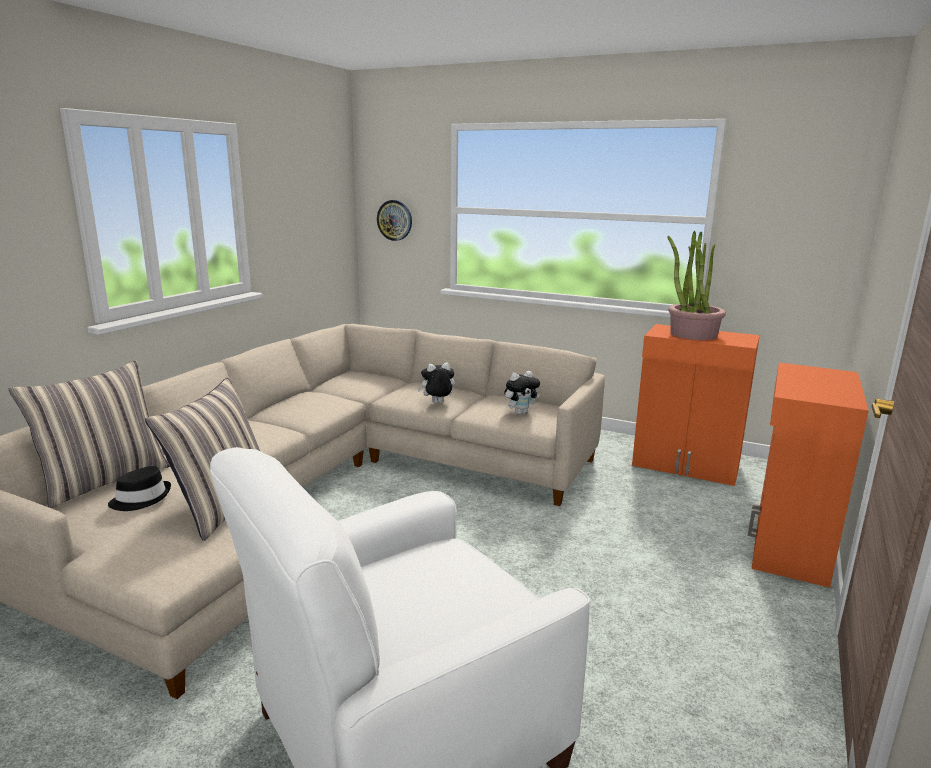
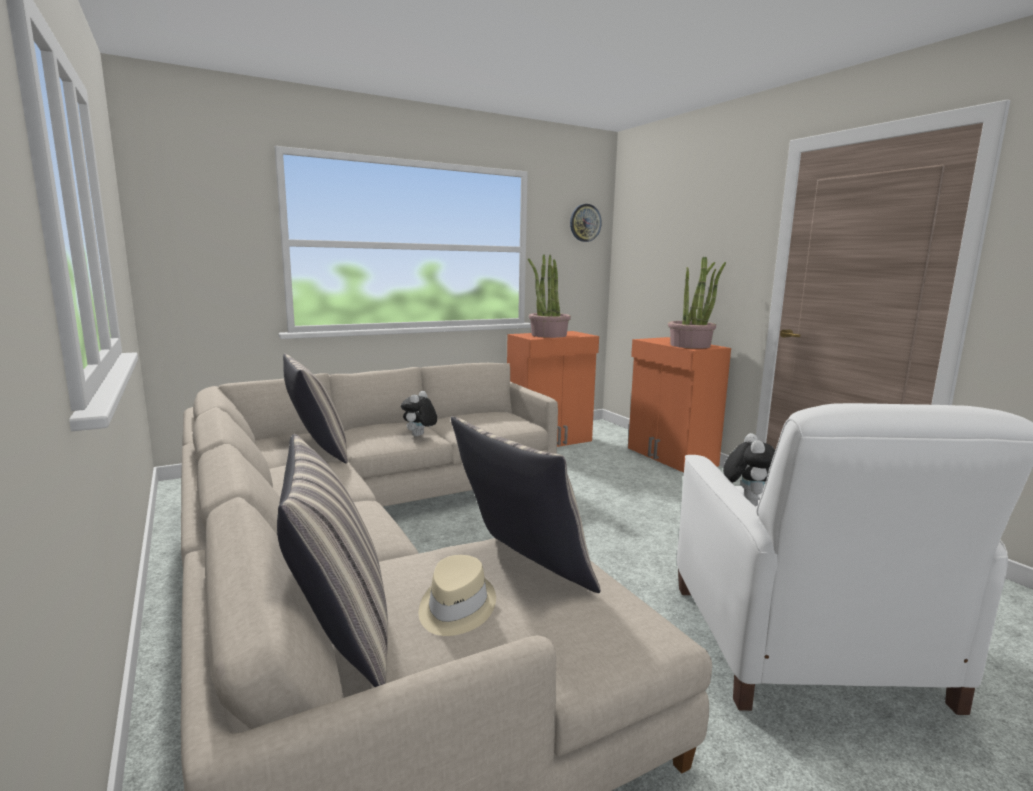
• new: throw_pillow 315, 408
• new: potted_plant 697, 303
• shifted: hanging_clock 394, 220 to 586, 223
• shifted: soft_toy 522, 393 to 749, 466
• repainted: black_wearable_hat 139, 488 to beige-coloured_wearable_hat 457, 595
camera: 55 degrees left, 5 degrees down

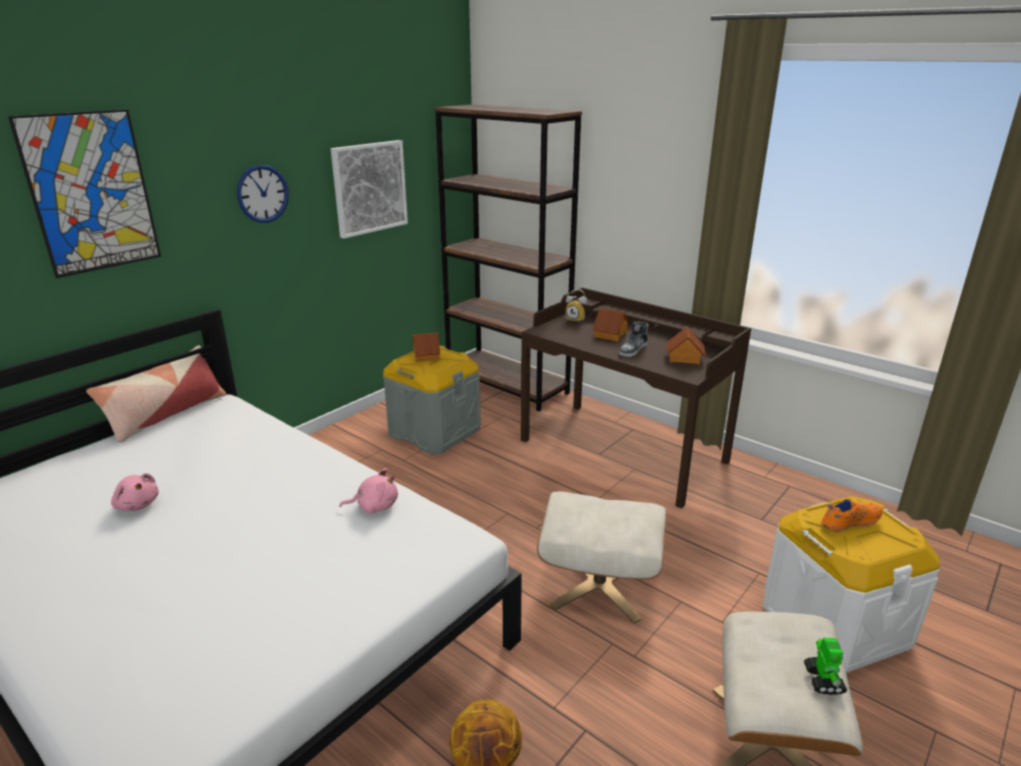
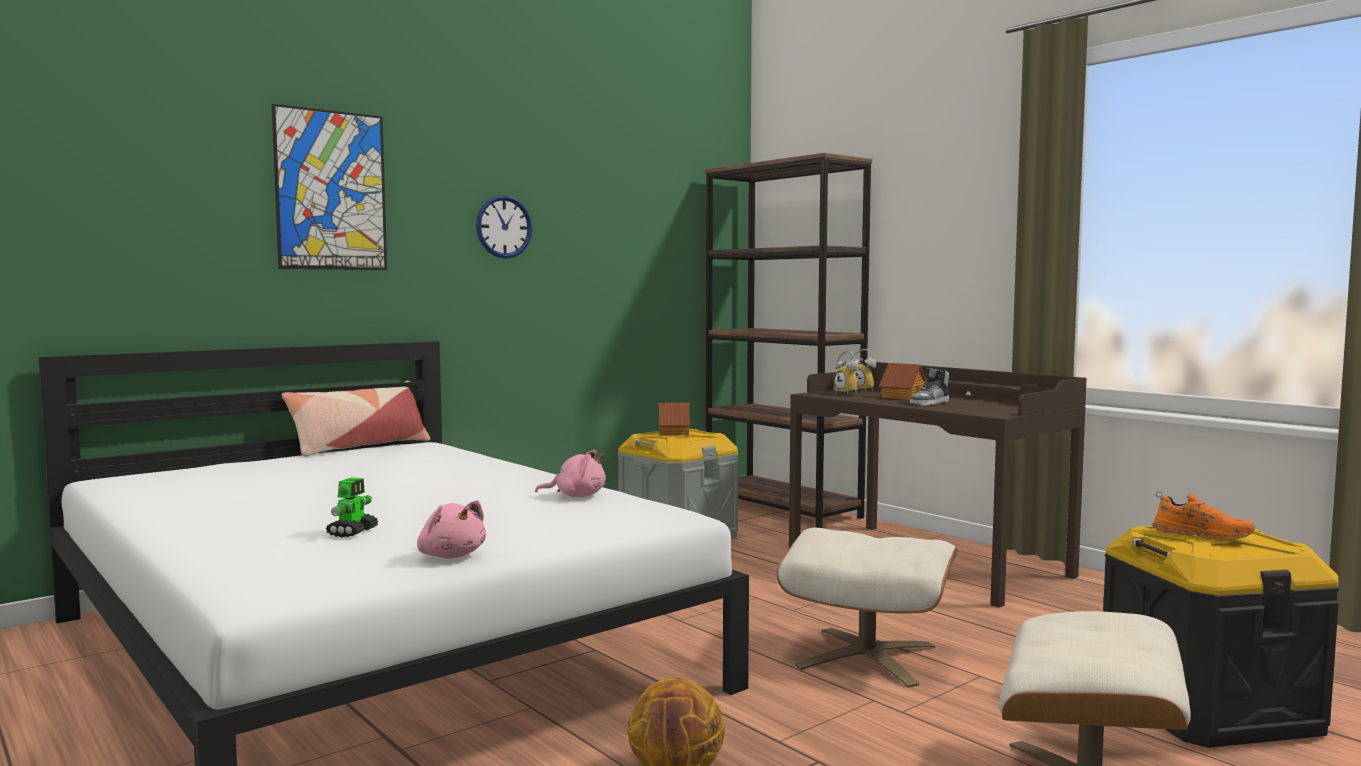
• gone: wall_art 369, 189
• gone: toy_house 686, 345
• new: bedside_clock 846, 373
• shifted: pinkish_soft_toy 135, 492 to 451, 529
• shifted: toy_robot 825, 666 to 352, 507
• repainted: whitish_storage_bin 851, 584 to black_storage_bin 1221, 637
• rotated: orange-coloured_item_of_footwear 851, 515 = 1203, 516 45 degrees clockwise
camera: 10 degrees right, 20 degrees down

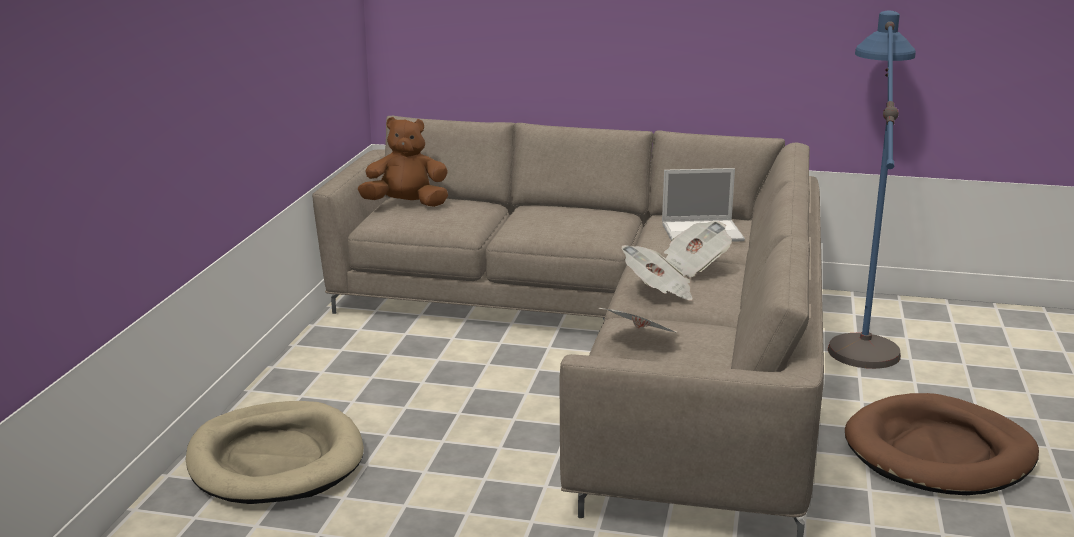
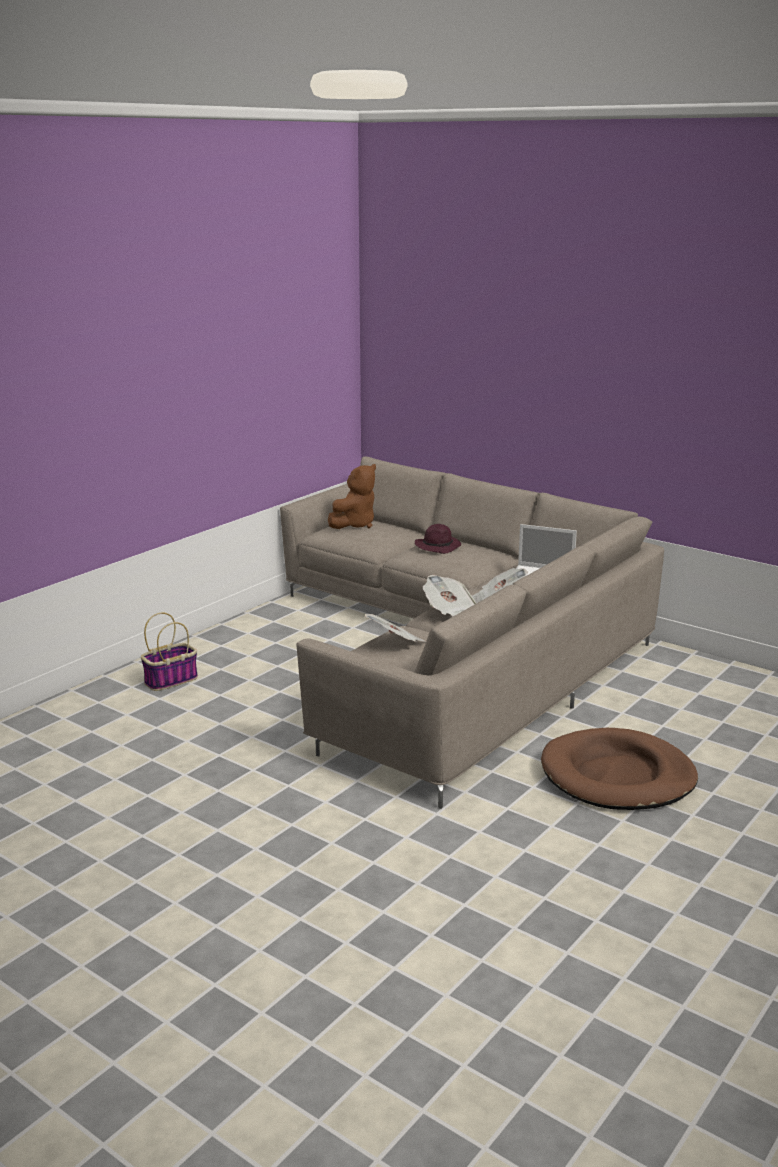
• gone: blue_floor_lamp 872, 190
• new: purplish_wearable_hat 438, 539
• swapped: beige-coloured_dog_bed 275, 452 to storage_basket 169, 651
• rotated: brown-coloured_soft_toy 403, 162 = 352, 496 105 degrees clockwise
camera: 25 degrees right, 0 degrees up

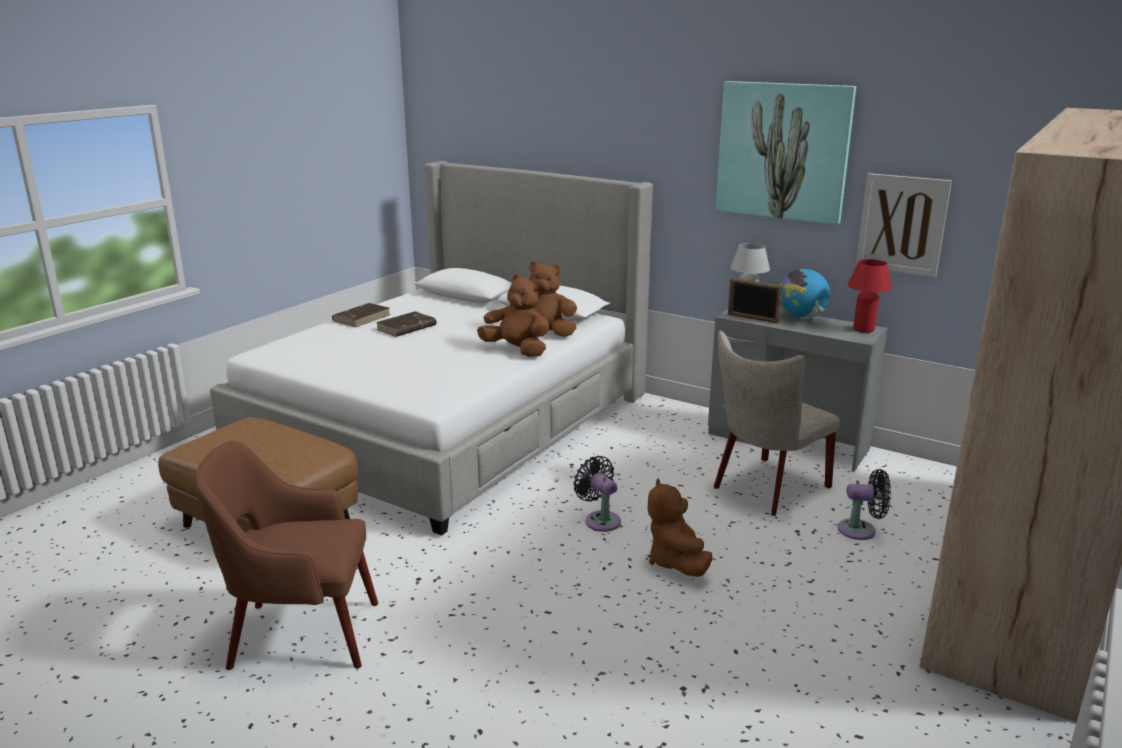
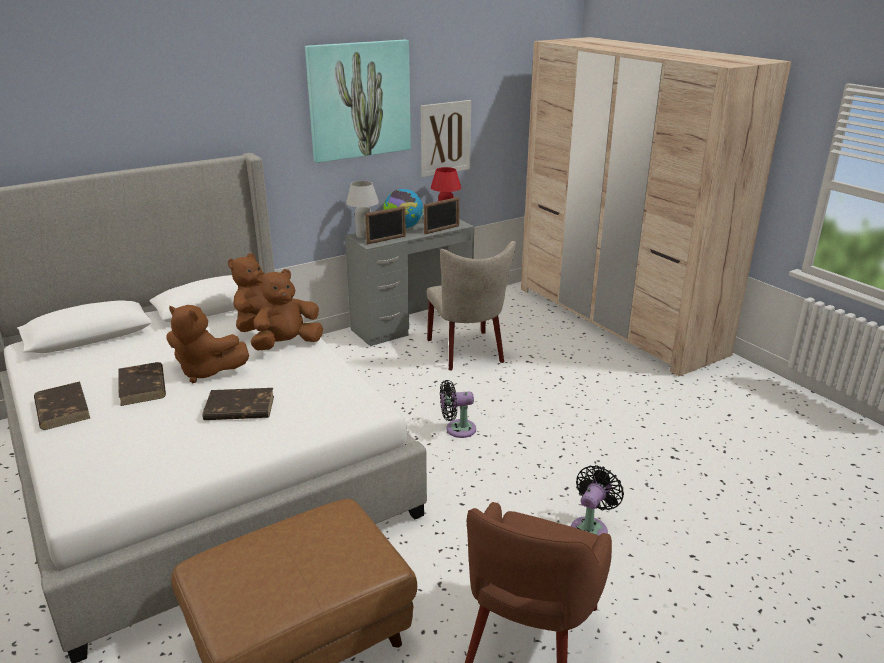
• new: brown-coloured_volume 238, 404
• new: standing_frame 441, 215
• shifted: brown-coloured_soft_toy 680, 527 to 207, 344
• shifted: black_electric_fan 864, 504 to 597, 500
camera: 65 degrees left, 5 degrees up

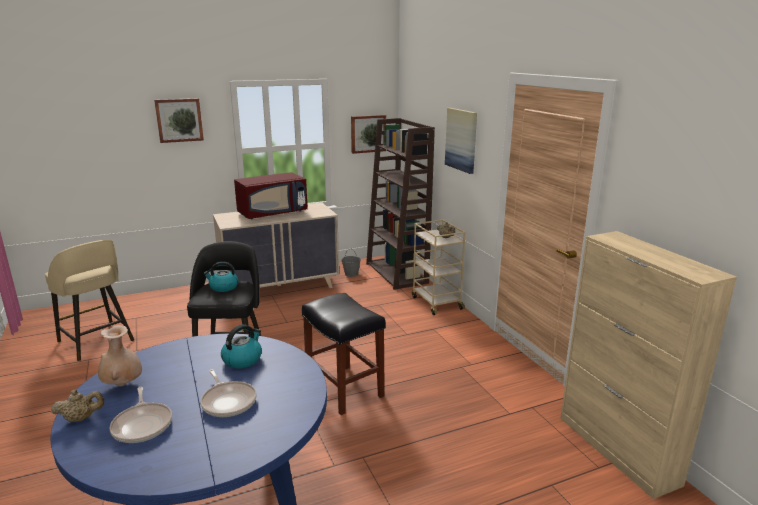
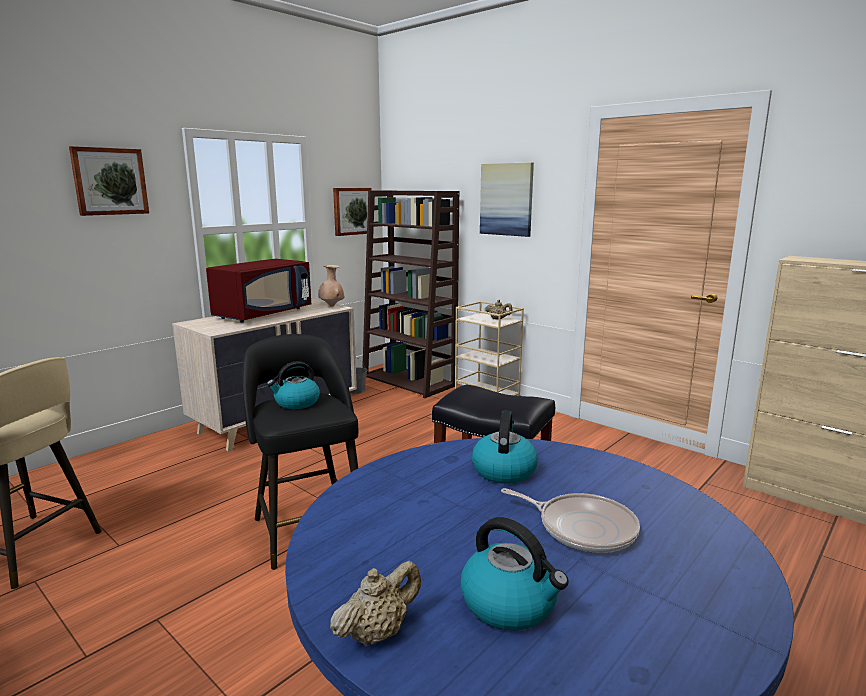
• shifted: beige-coloured_flower_vase 120, 355 to 331, 285
• swapped: pan 141, 415 to kettle 514, 574
camera: 25 degrees left, 5 degrees down

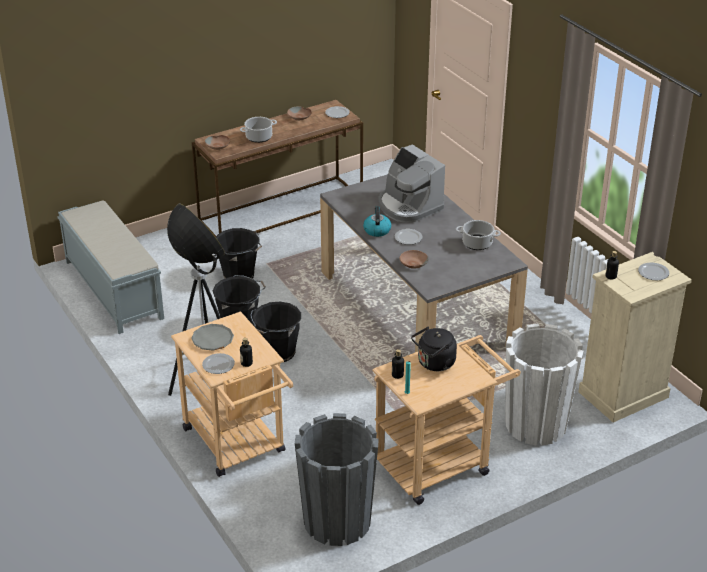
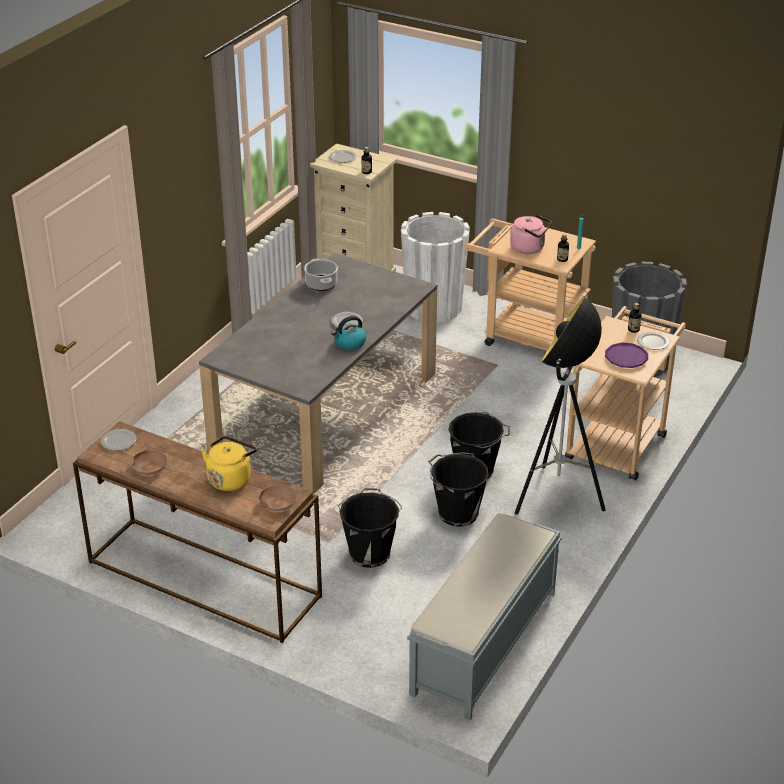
• gone: coffee_brewer 411, 183
• gone: brown-coloured_serving_bowl 414, 259
• swapped: cooking_pot 258, 130 to yellow-coloured_kettle 229, 463
• repainted: gray_dinner_plate 212, 337 to purplish_dinner_plate 626, 355
• repainted: black_kettle 434, 348 to pinkish_kettle 531, 234
camera: 120 degrees left, 0 degrees up

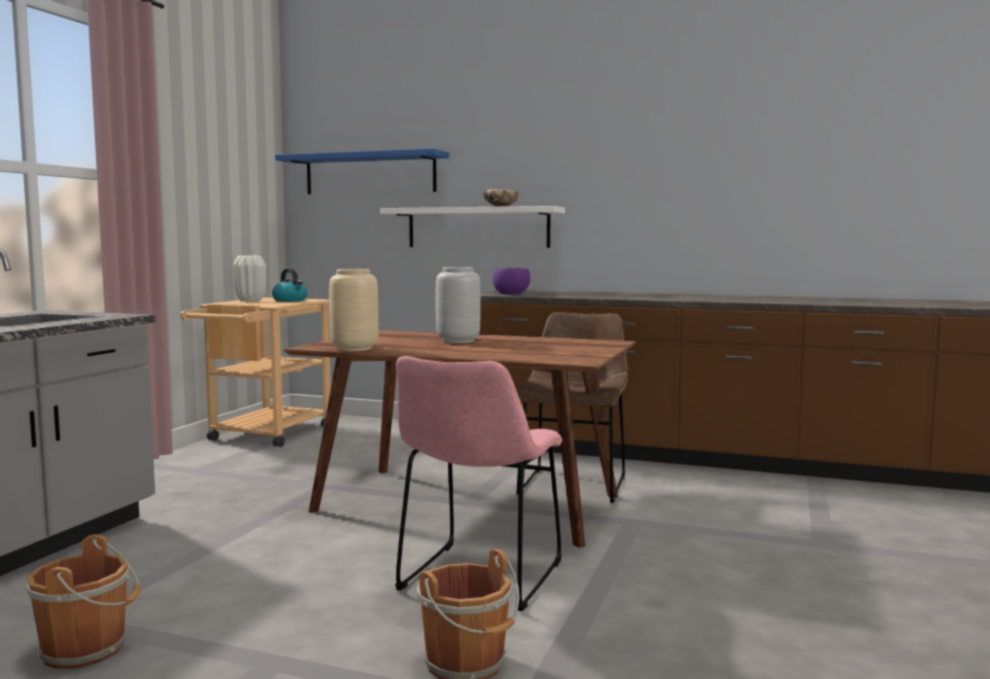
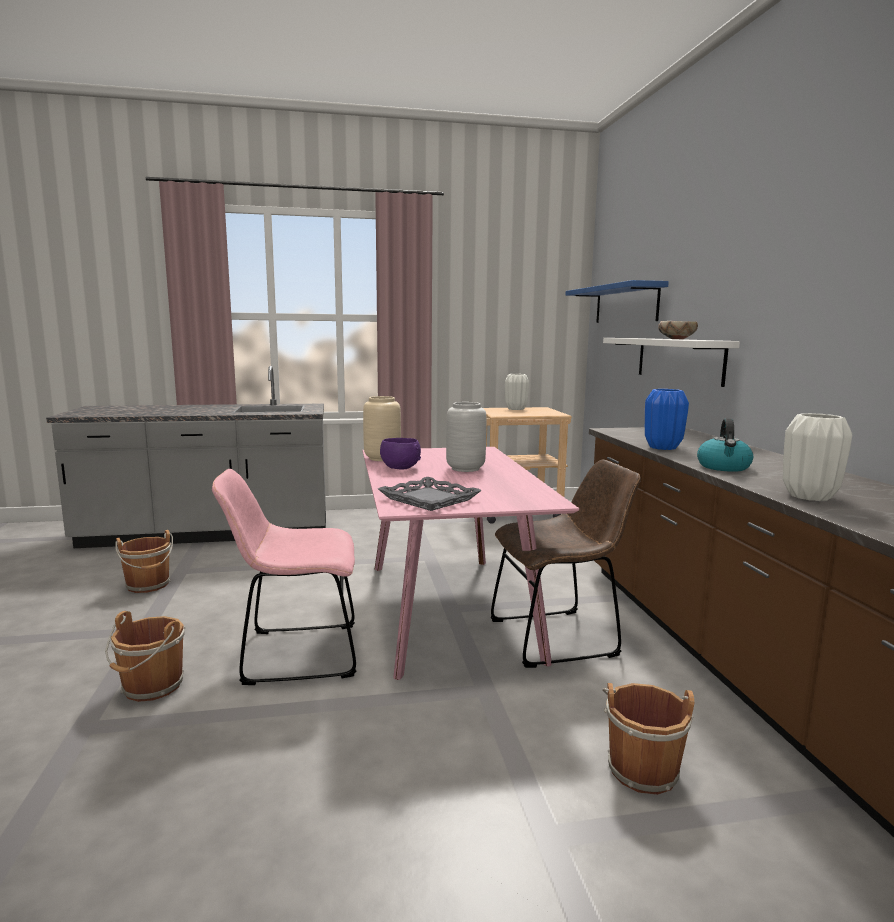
• new: gray_carrying_tray 430, 494
• new: brown-coloured_pail 648, 739
• new: blue_flower_vase 667, 419
• new: whitish_flower_vase 817, 457
• shifted: kettle 289, 285 to 725, 445
• shifted: purplish_serving_bowl 511, 281 to 400, 453
• repainted: brown-coloured_dinner_table 460, 439 to pinkish_dinner_table 470, 563
camera: 60 degrees right, 5 degrees up

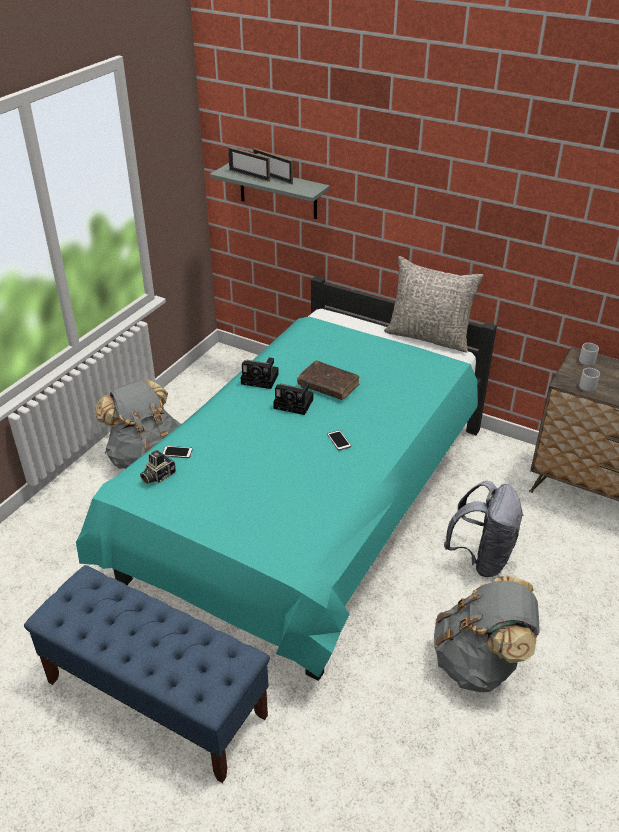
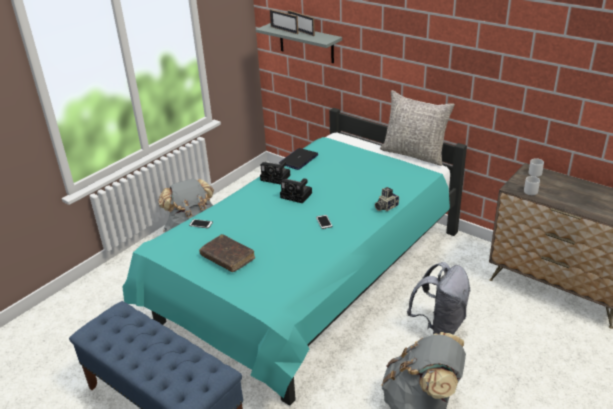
• new: notebook_computer 299, 159
• shifted: photo_camera 158, 467 to 387, 199
• shifted: brown-coloured_volume 328, 380 to 227, 253
camera: 10 degrees right, 5 degrees down

